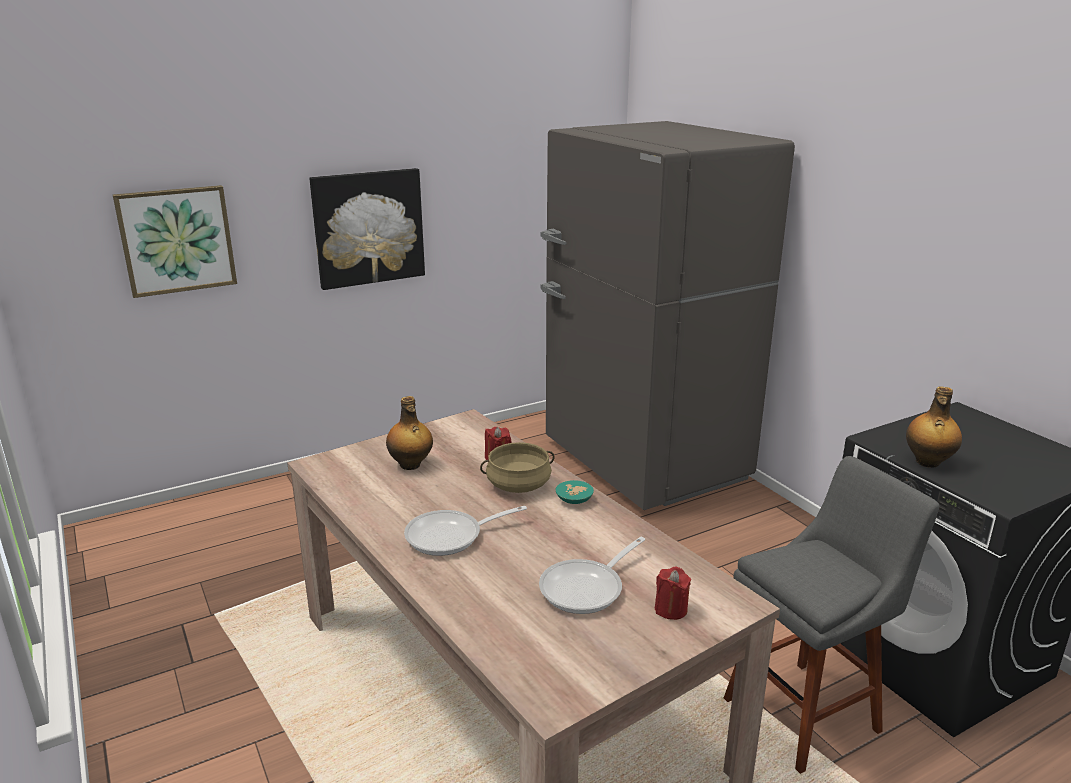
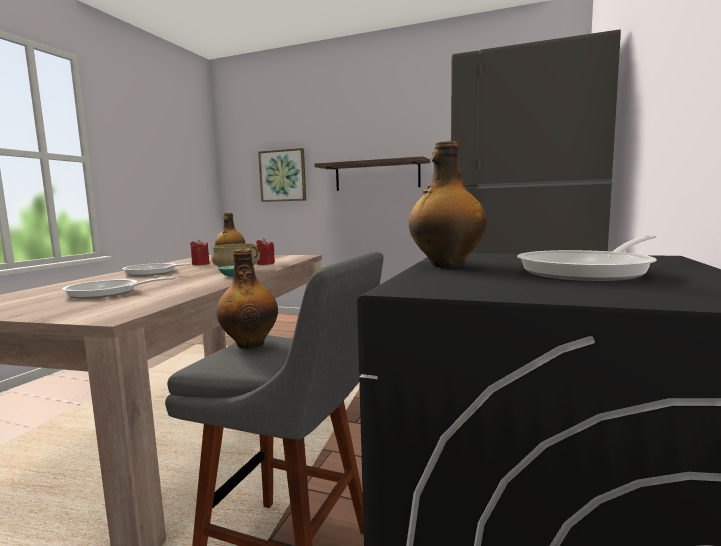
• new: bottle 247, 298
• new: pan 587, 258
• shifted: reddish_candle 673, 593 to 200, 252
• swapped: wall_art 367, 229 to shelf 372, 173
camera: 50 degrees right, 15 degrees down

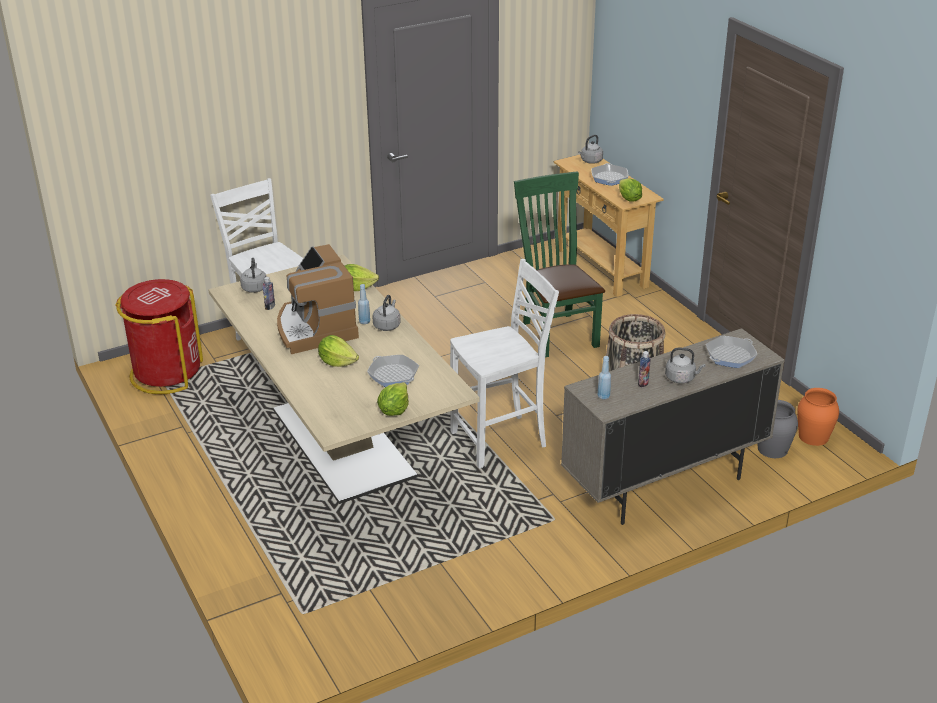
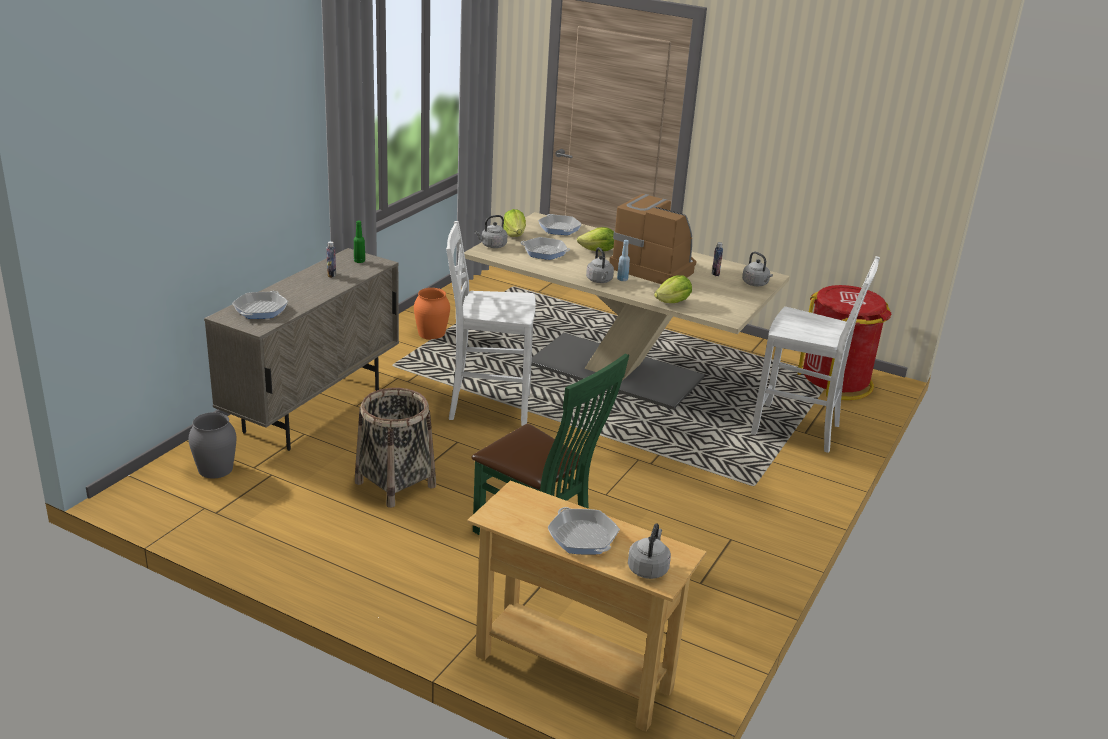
• gone: lettuce_head 630, 190
• new: pan 560, 224
• shifted: gray_kettle 685, 366 to 491, 231
• shifted: orange-coloured_flower_vase 818, 417 to 432, 314
• repainted: blue_bottle 604, 377 to green-coloured_bottle 359, 242
• rotated: whitish_plain_chair 504, 363 = 491, 323 60 degrees clockwise
camera: 145 degrees right, 5 degrees down

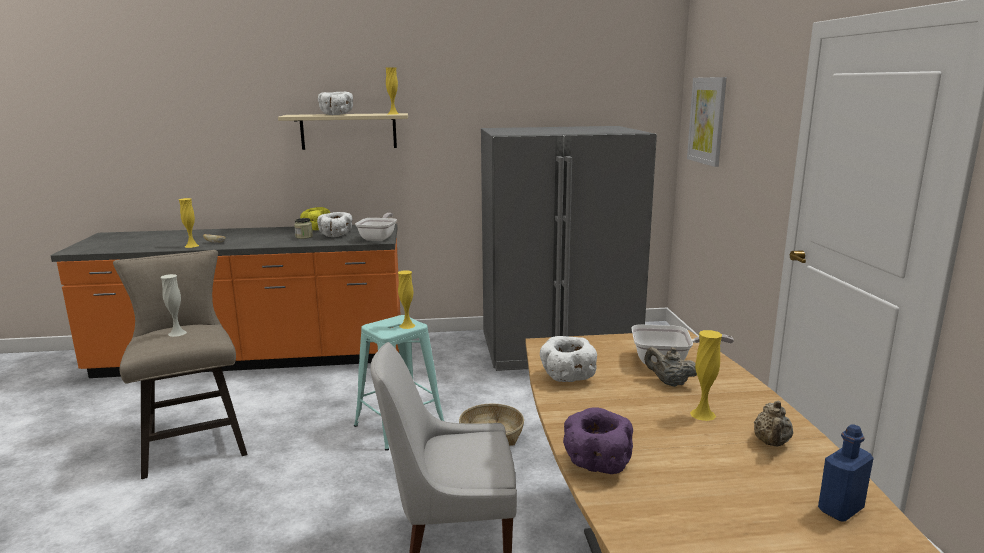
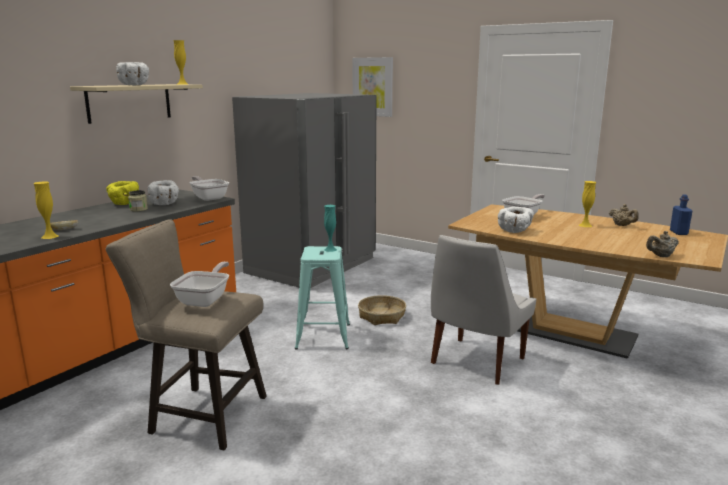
• gone: purplish_serving_bowl 598, 440
• shifted: beige-coloured_pot_for_tea 670, 367 to 662, 244
• swapped: whitish_flower_vase 173, 305 to pan 199, 284
• repainted: yellow-coloured_flower_vase 406, 299 to blue-green_flower_vase 330, 228
camera: 50 degrees left, 0 degrees up

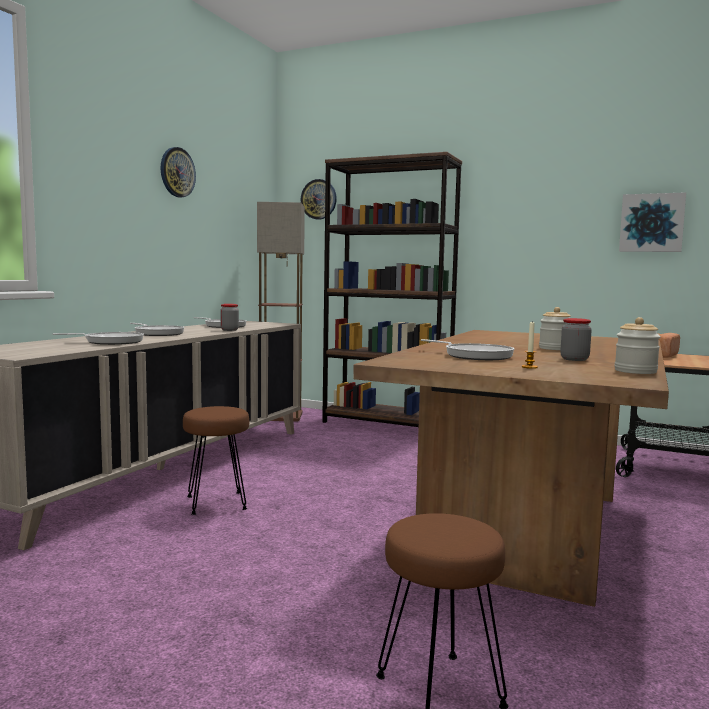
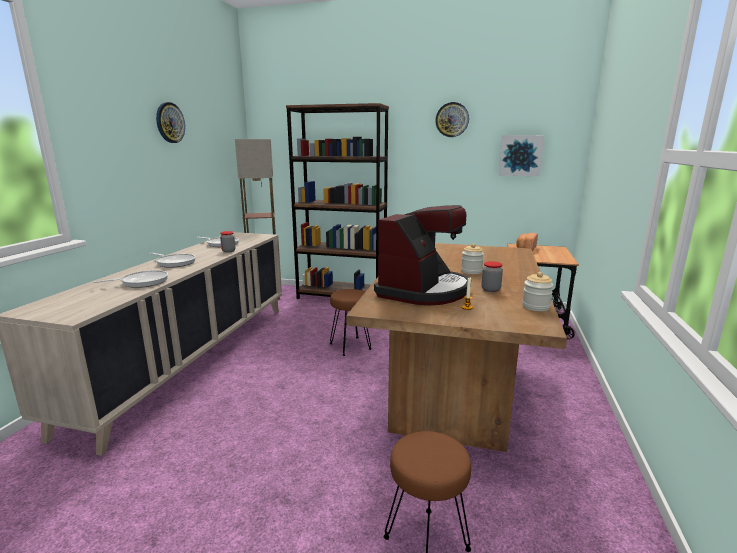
• shifted: brown-coloured_sitting_stool 216, 460 to 351, 322
• shifted: hanging_clock 319, 199 to 452, 119
• swapped: pan 467, 349 to coffee_brewer 421, 255
camera: 10 degrees left, 10 degrees up

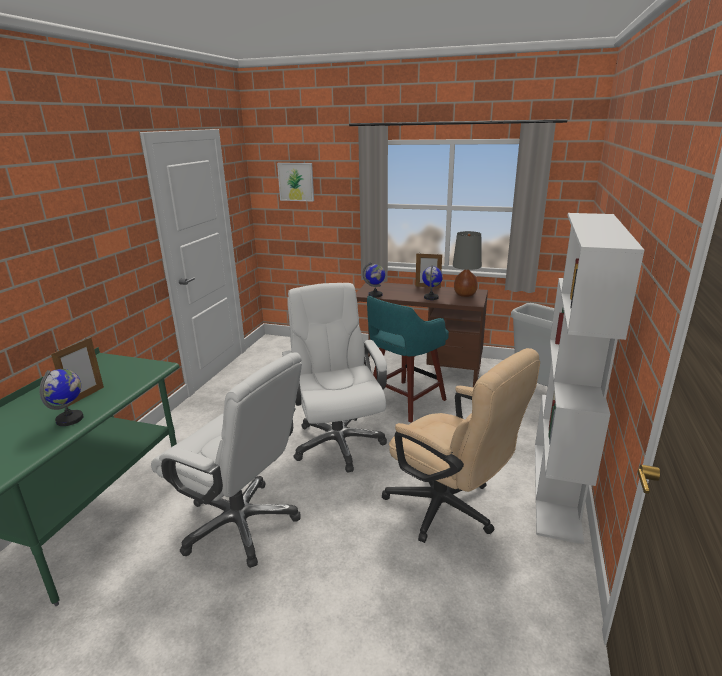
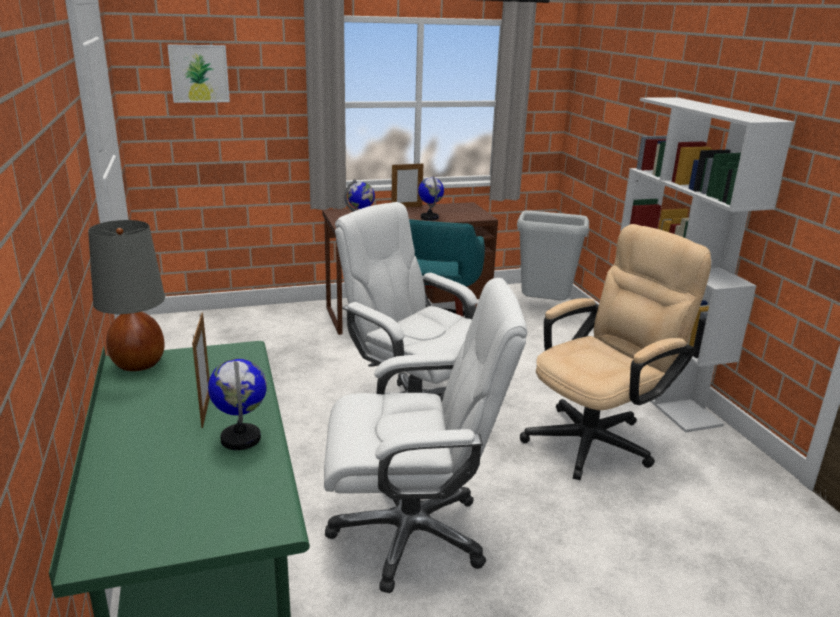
• shifted: gray_lamp_for_a_table 467, 264 to 126, 295
• rotated: beige-coloured_office_chair 461, 445 = 615, 352 45 degrees counterclockwise
camera: 35 degrees left, 0 degrees up

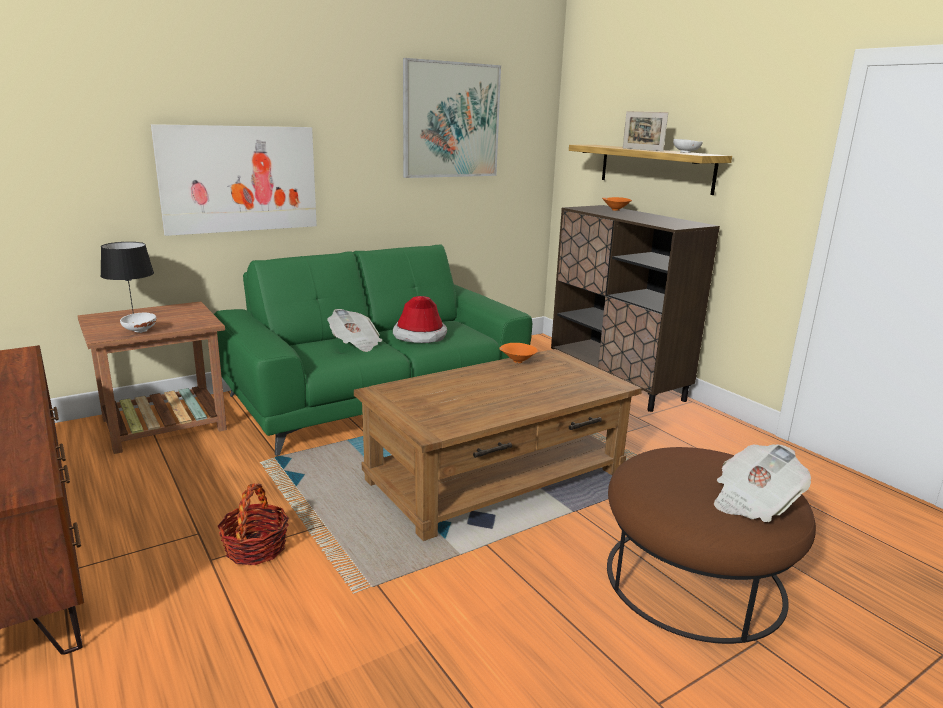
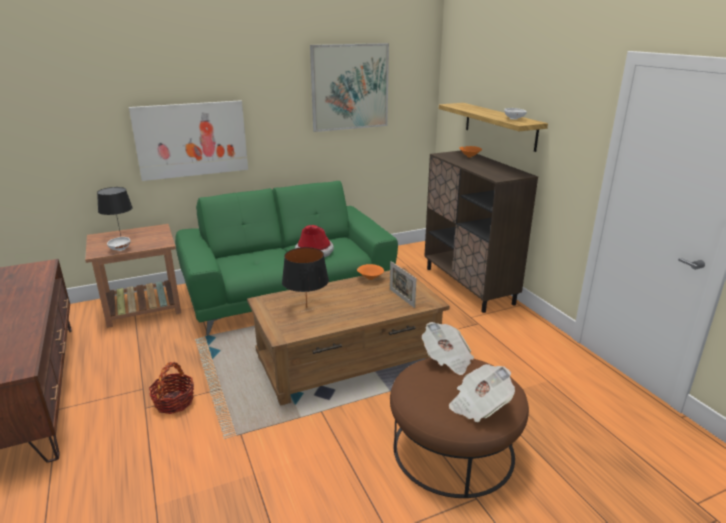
• new: black_lamp_for_a_table 305, 277
• shifted: daily_paper 354, 330 to 448, 348
• shifted: standing_frame 645, 131 to 403, 284
camera: 10 degrees right, 5 degrees up

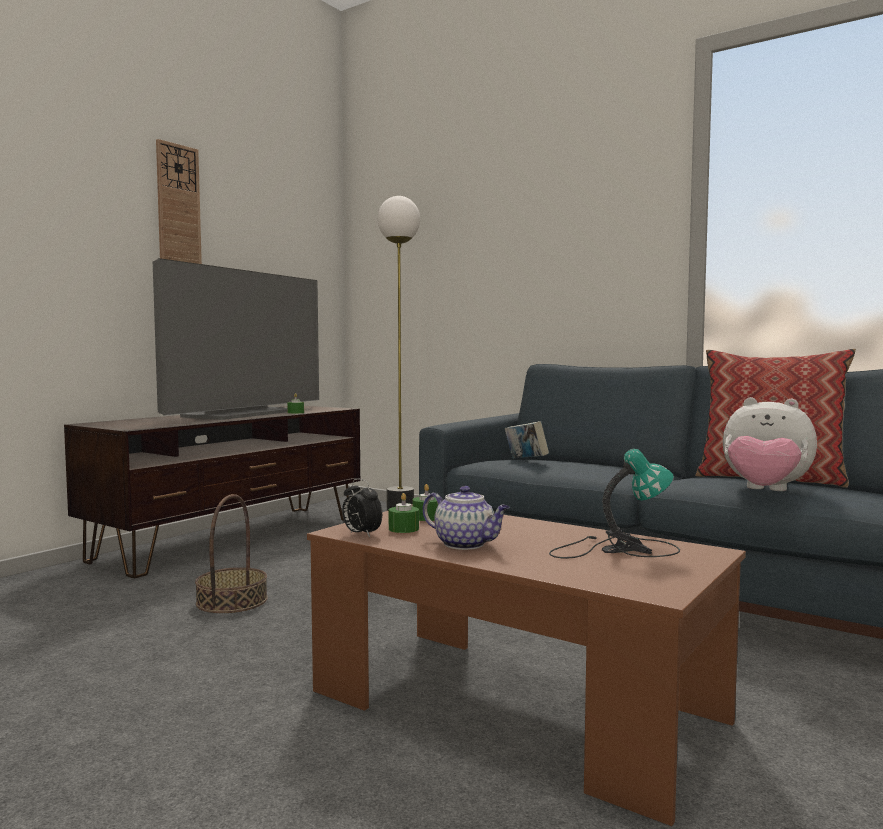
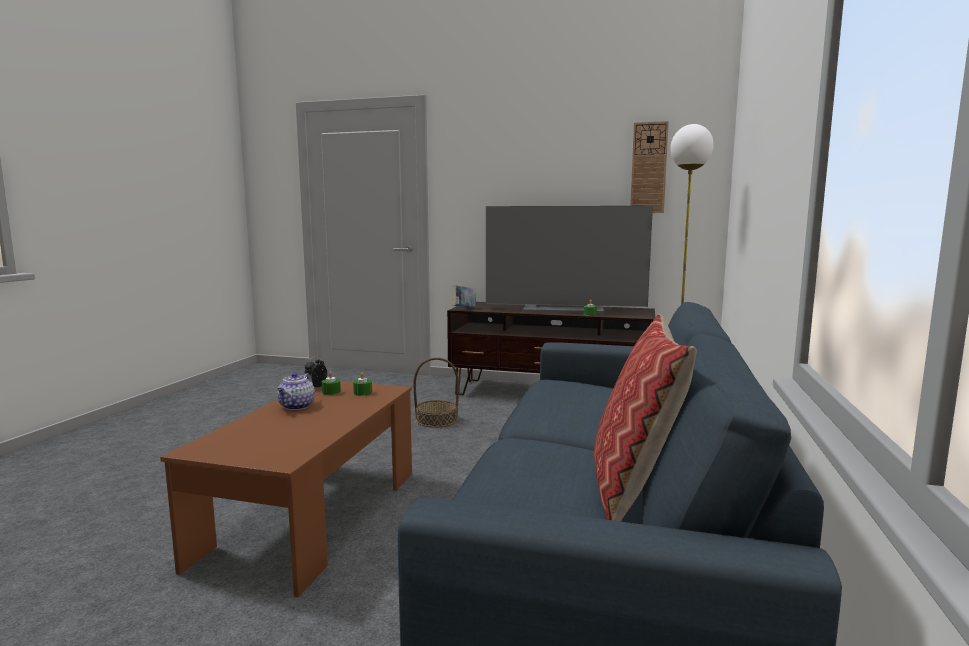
• gone: lamp_for_a_table 614, 504
• gone: soft_toy 770, 444
• shifted: hanging_clock 179, 201 to 649, 167
• shifted: volume 527, 439 to 464, 296
camera: 70 degrees right, 5 degrees up

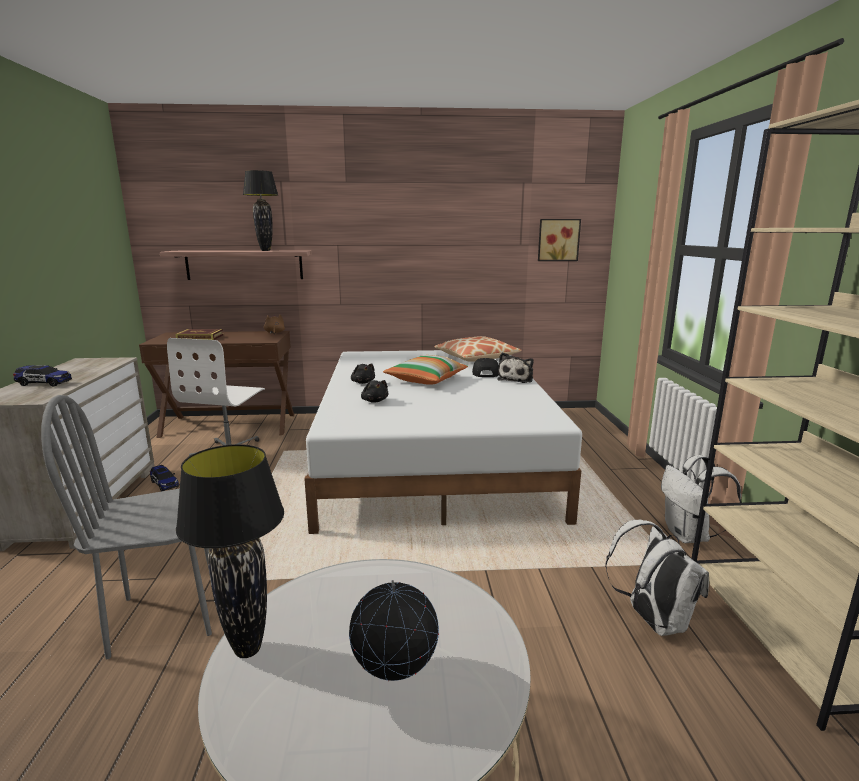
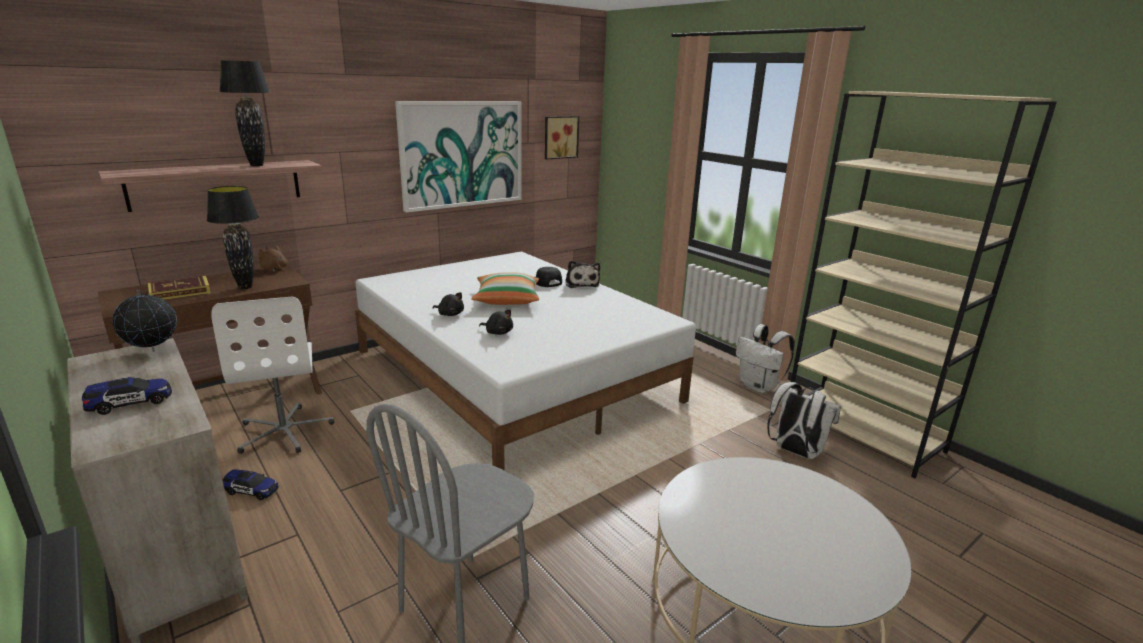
• gone: throw_pillow 478, 349
• new: wall_art 458, 156
• shifted: black_lamp_for_a_table 230, 551 to 233, 237
• shifted: desk_globe 394, 630 to 144, 320
camera: 35 degrees left, 5 degrees up

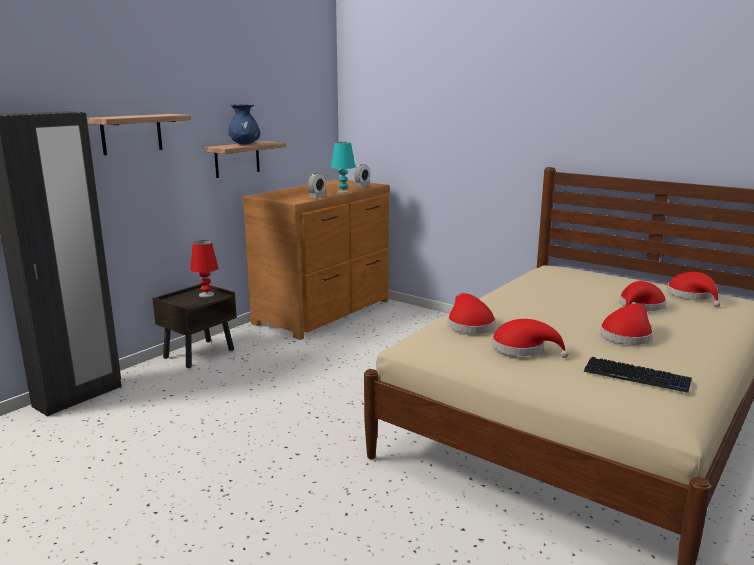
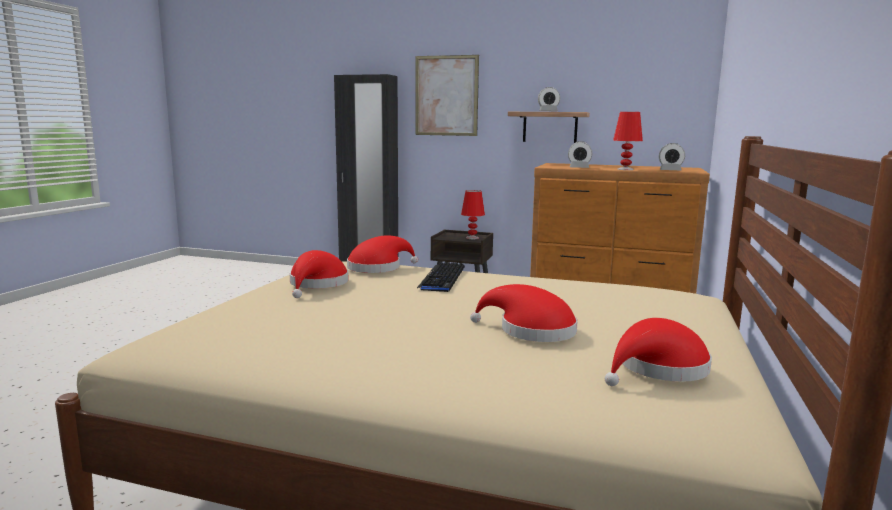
• gone: reddish_wearable_hat 626, 324
• shifted: keyboard 638, 375 to 441, 277
• swapped: shelf 139, 134 to wall_art 447, 95
• swapped: blue_flower_vase 244, 124 to bedside_clock 549, 99
• repainted: blue-green_lamp_for_a_table 343, 167 to reddish_lamp_for_a_table 628, 141
camera: 70 degrees right, 5 degrees down

